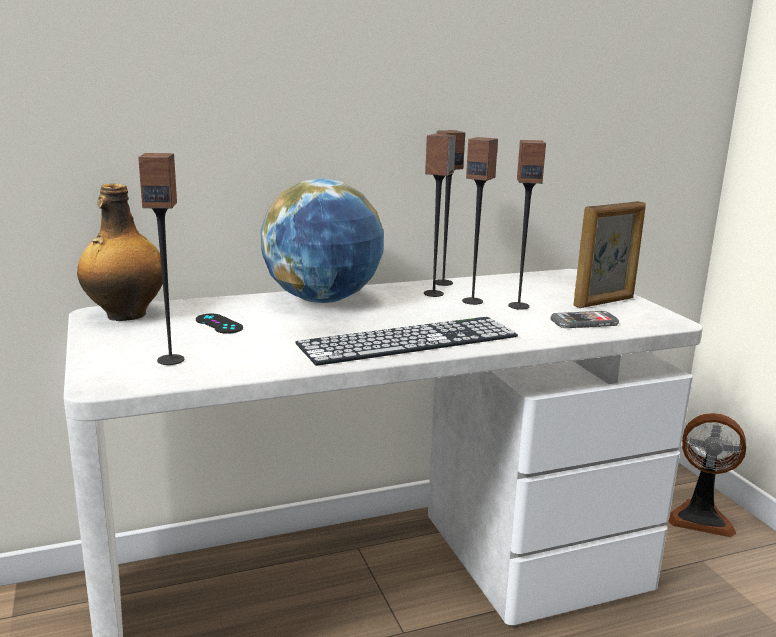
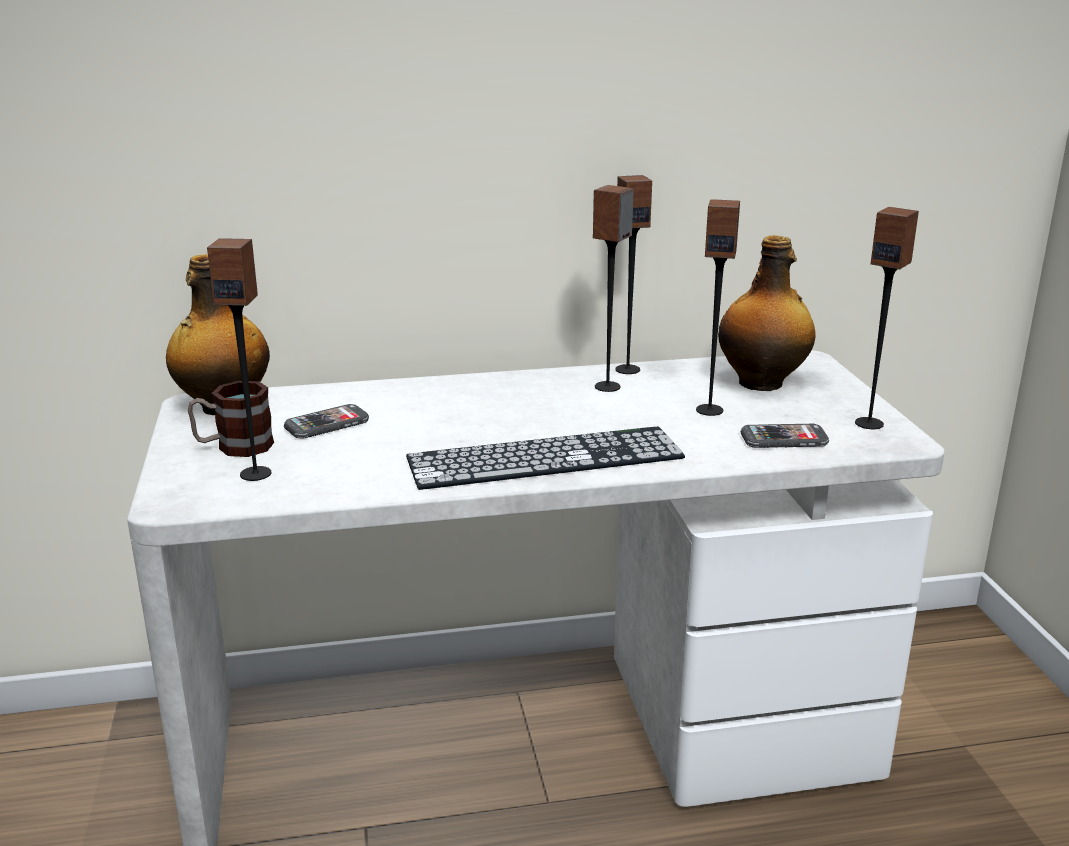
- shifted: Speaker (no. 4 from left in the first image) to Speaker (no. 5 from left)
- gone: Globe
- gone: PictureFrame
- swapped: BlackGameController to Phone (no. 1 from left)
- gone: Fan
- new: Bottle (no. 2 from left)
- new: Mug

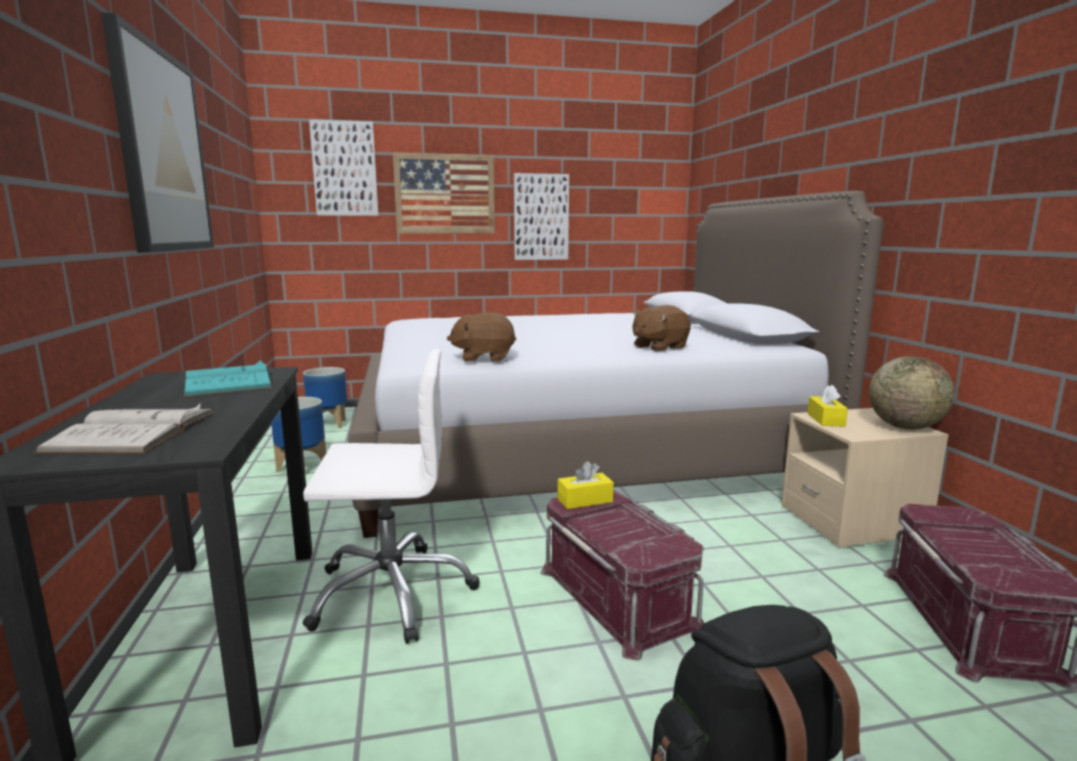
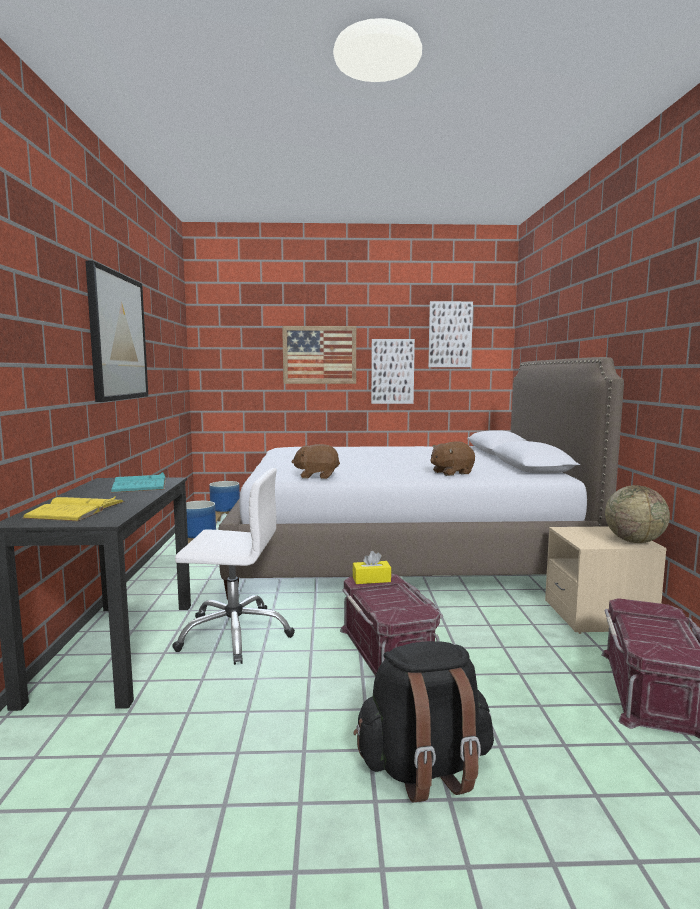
- shifted: Picture (no. 2 from left in the first image) to Picture (no. 4 from left)
- gone: YellowTissueBox (no. 2 from left)
- repainted: WhiteBook to YellowBook

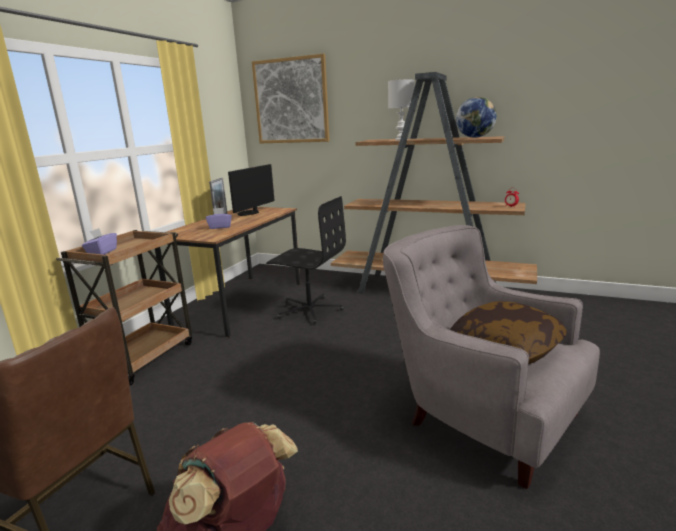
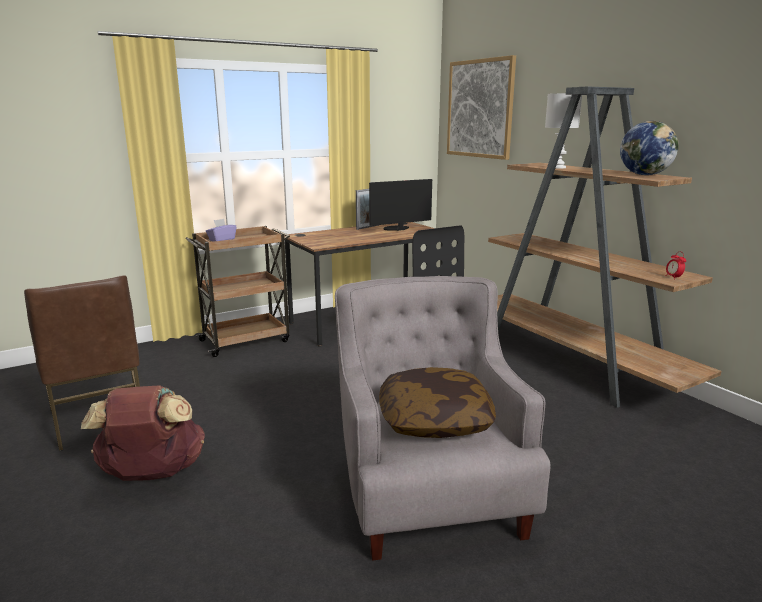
- gone: PurpleTissueBox (no. 2 from left)

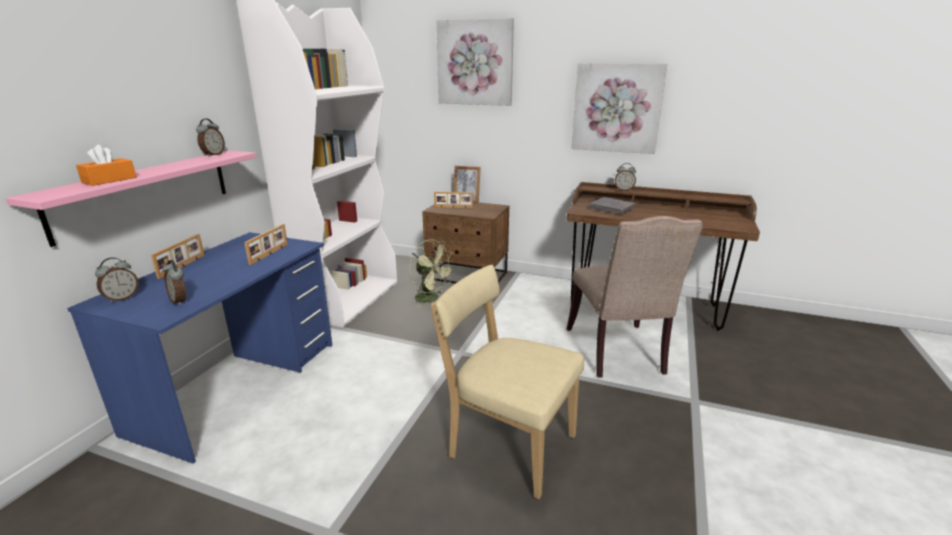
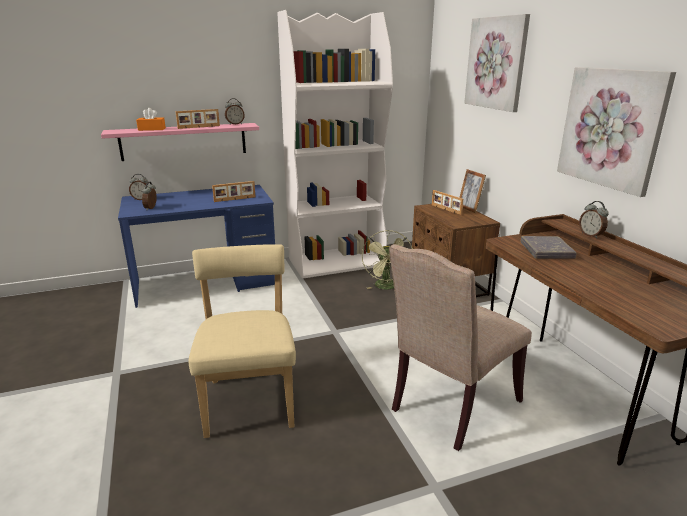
- shifted: PictureFrame (no. 1 from left)

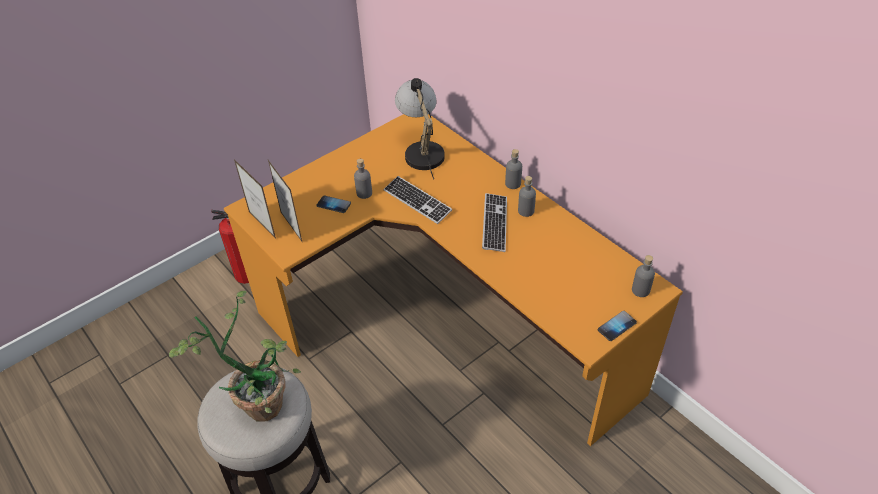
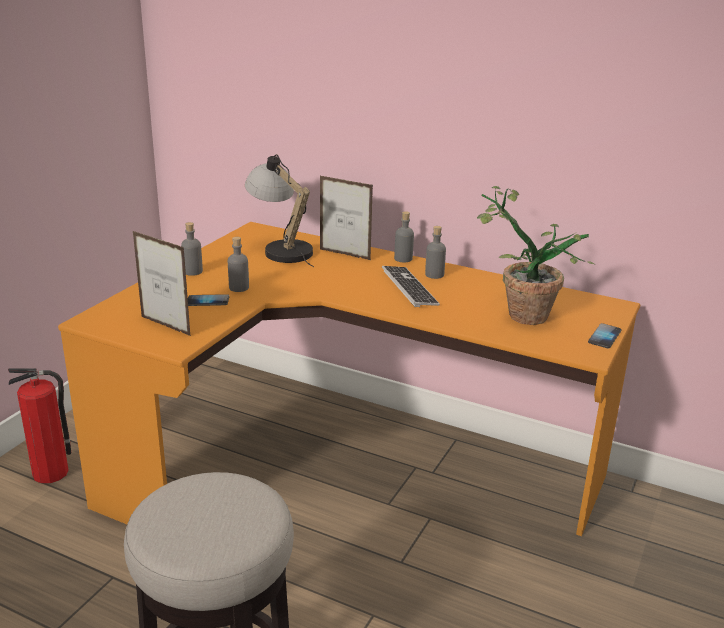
- shifted: PictureFrame (no. 1 from left in the first image) to PictureFrame (no. 2 from left)
- gone: Keyboard (no. 1 from left)
- shifted: GreyBottle (no. 4 from left in the first image) to GreyBottle (no. 1 from left)
- shifted: PottedPlant

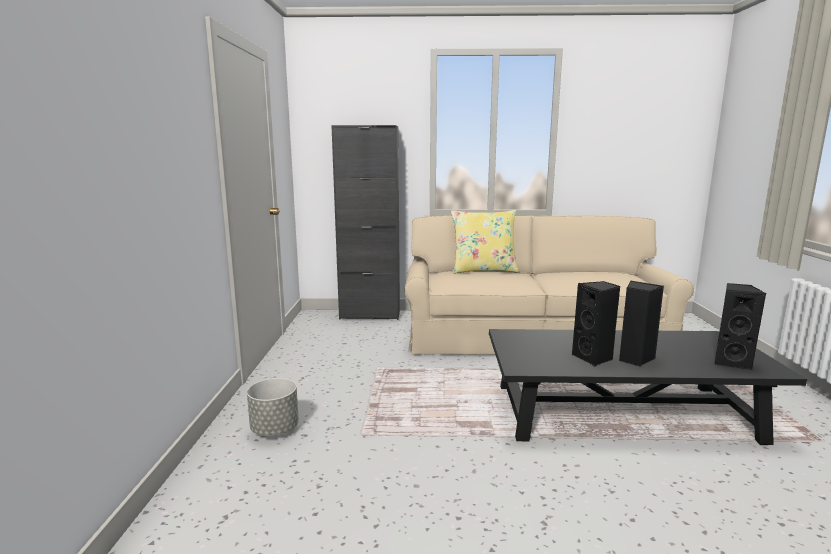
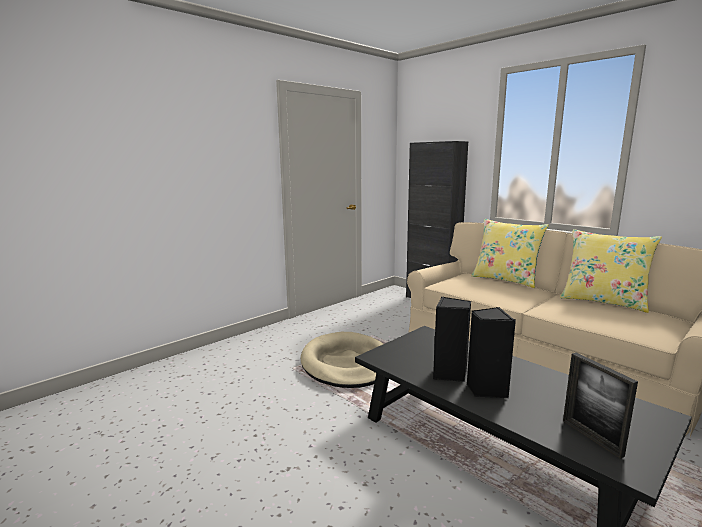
- swapped: BlackSpeaker (no. 3 from left) to PictureFrame
- gone: GreyPlanter
- new: YellowPillow (no. 2 from left)
- new: BeigeDogBed

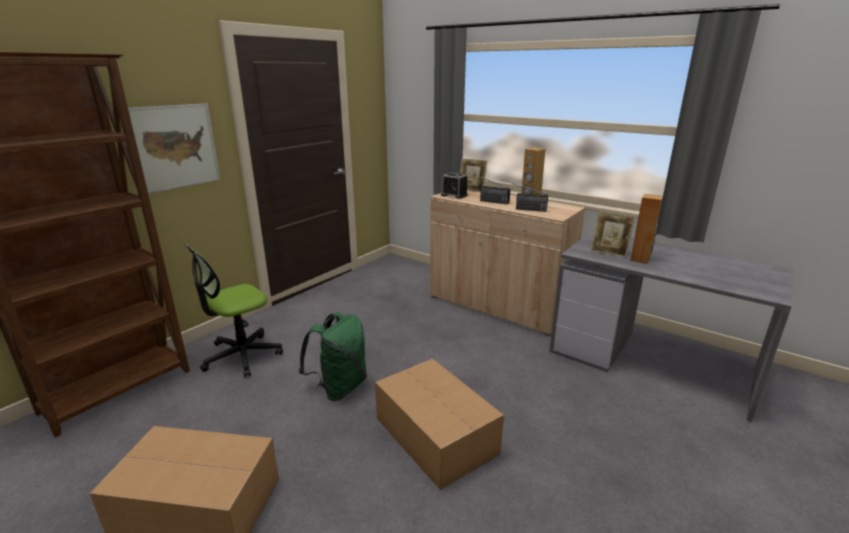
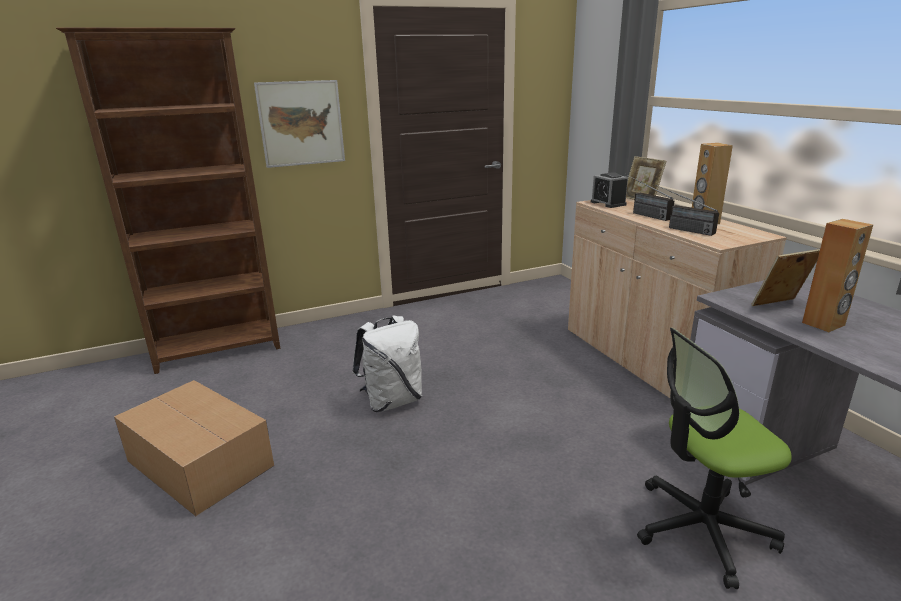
- rotated: PictureFrame (no. 2 from left) 105 degrees clockwise
- shifted: OfficeChair
- repainted: GreenBackpack to WhiteBackpack
- gone: CardboardBox (no. 2 from left)

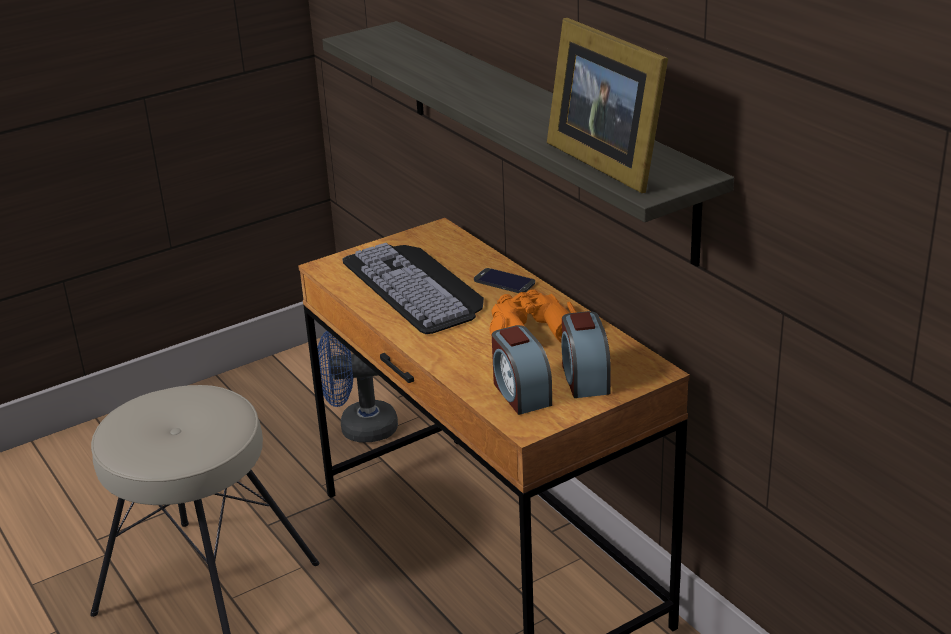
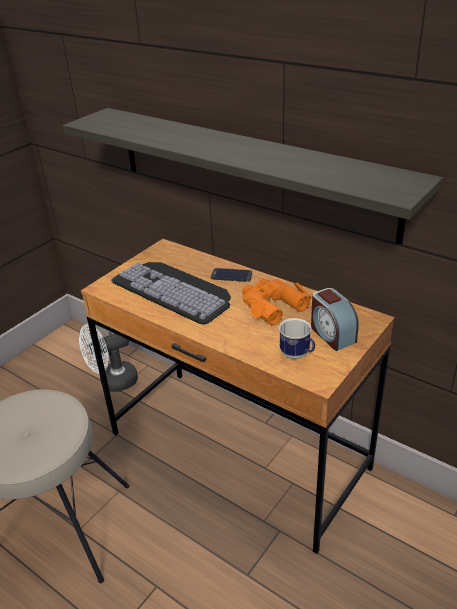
- gone: PictureFrame
- swapped: AlarmClock (no. 1 from left) to Mug
- repainted: BlueFan to WhiteFan

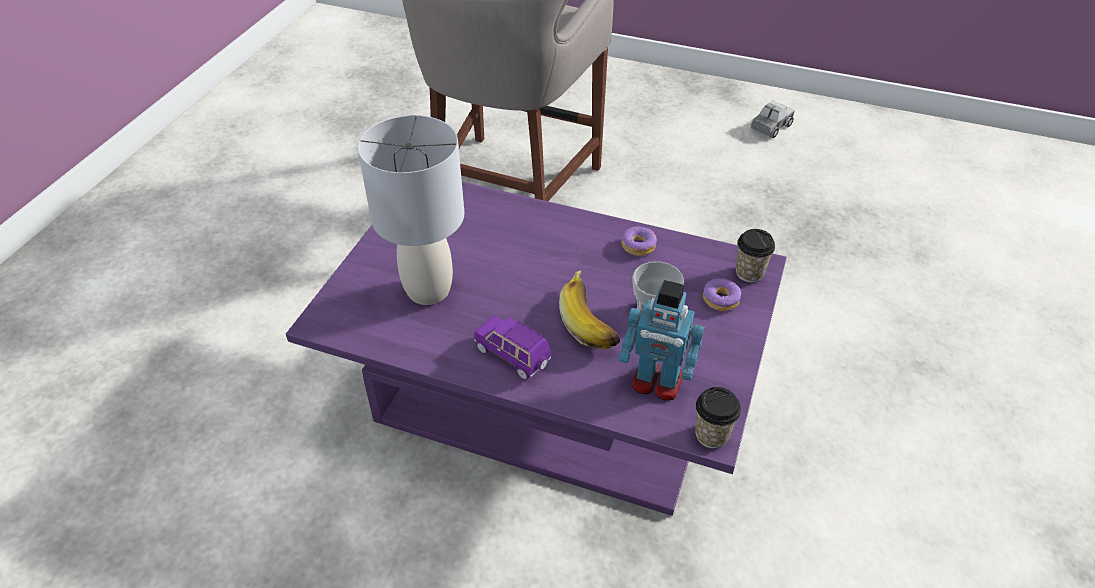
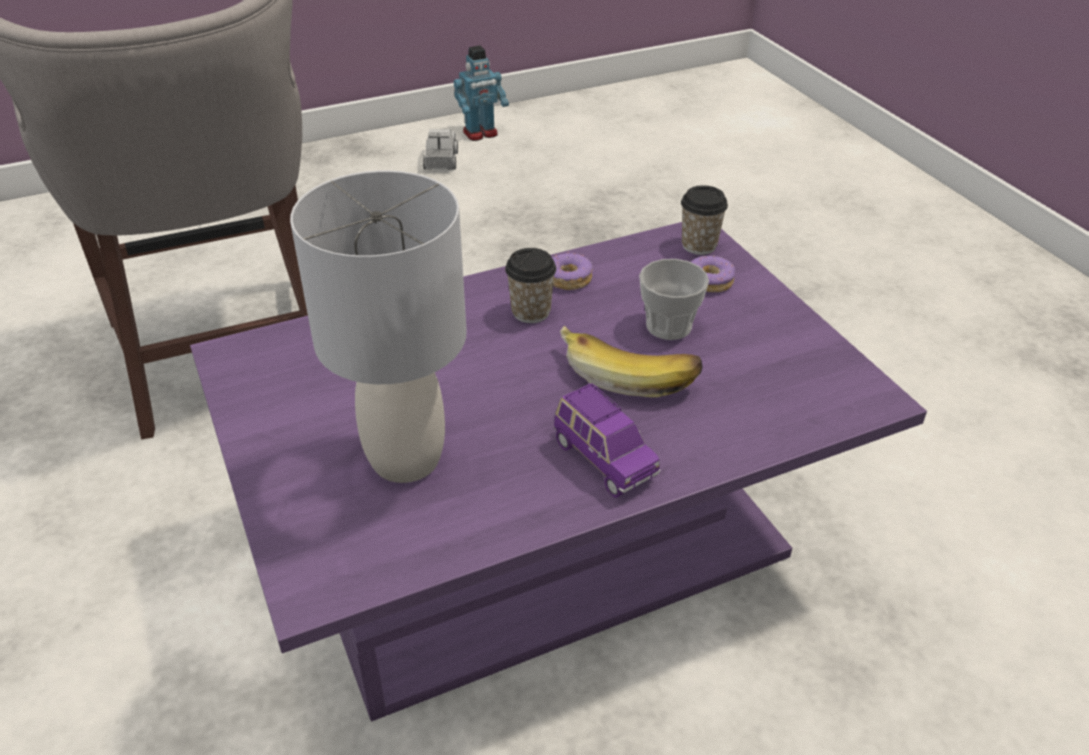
- shifted: ToyRobot
- rotated: PurpleToyCar 120 degrees counterclockwise
- shifted: Cup (no. 2 from left in the first image) to Cup (no. 1 from left)

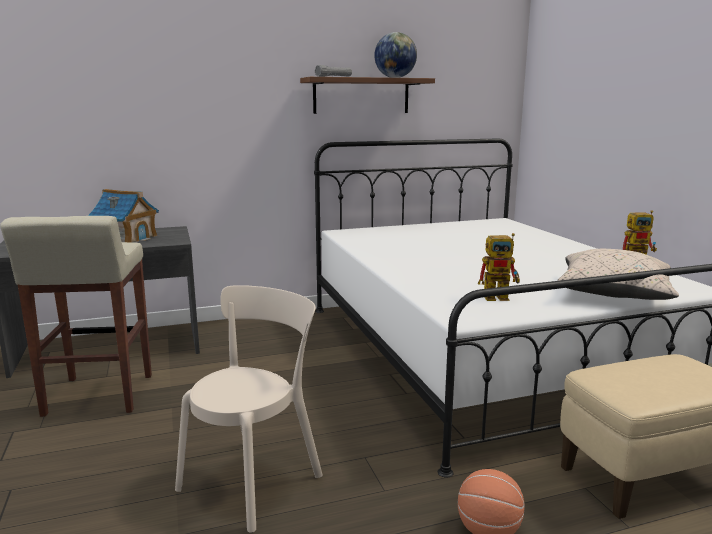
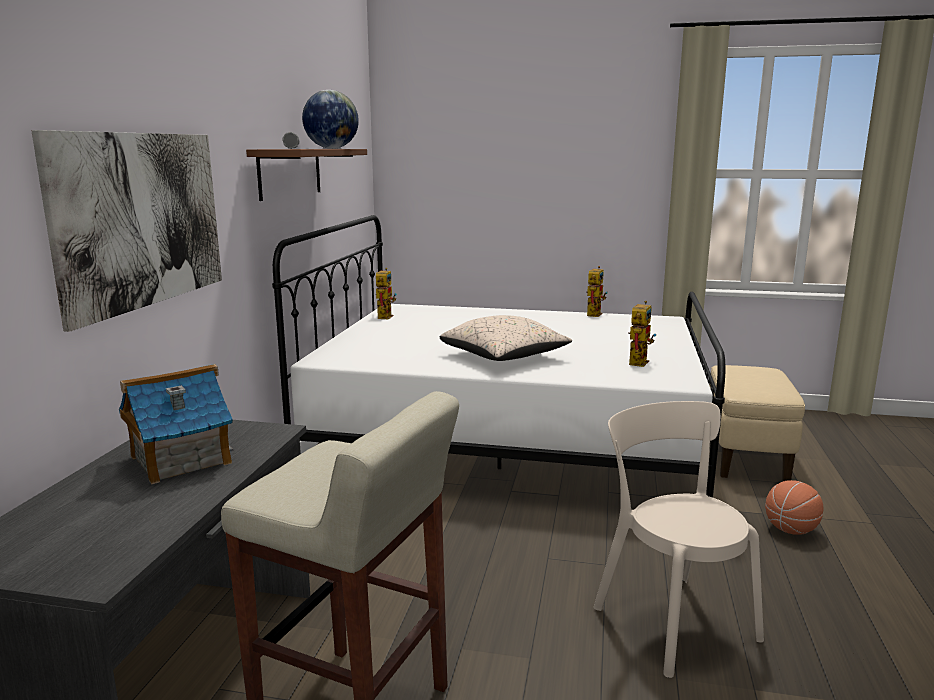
- shifted: BeigePillow
- new: Picture
- new: ToyRobot (no. 1 from left)

